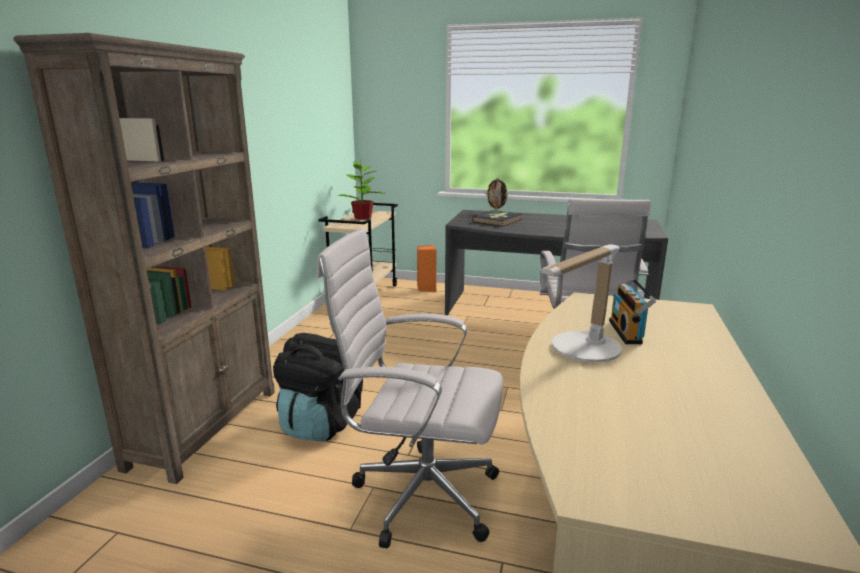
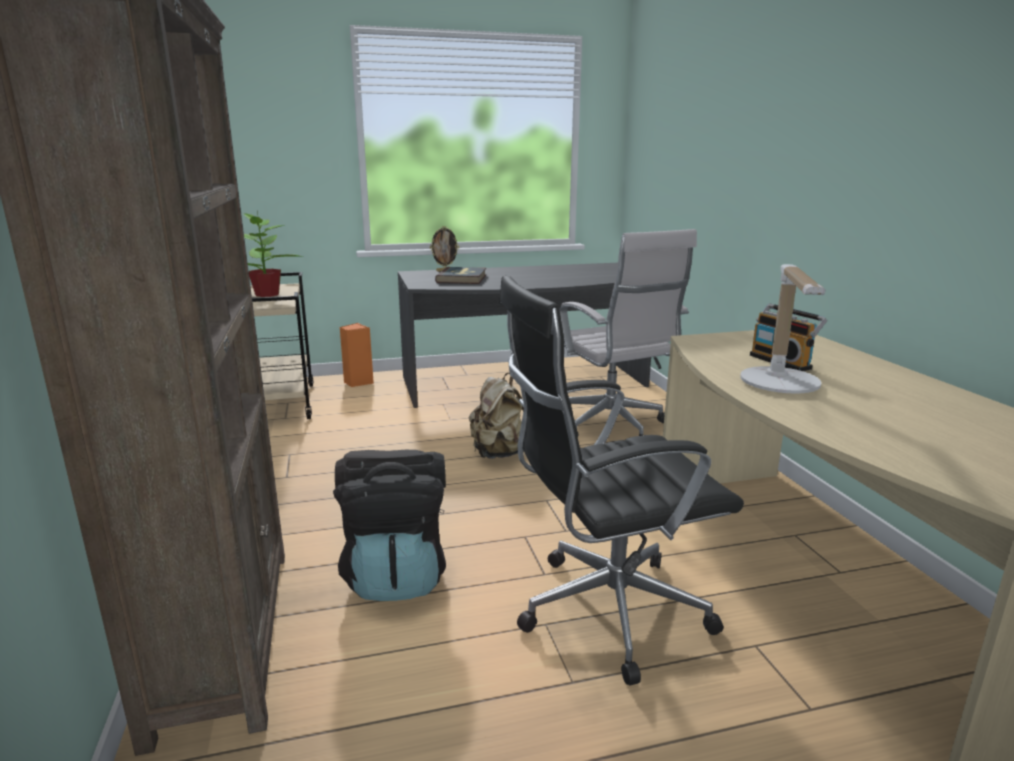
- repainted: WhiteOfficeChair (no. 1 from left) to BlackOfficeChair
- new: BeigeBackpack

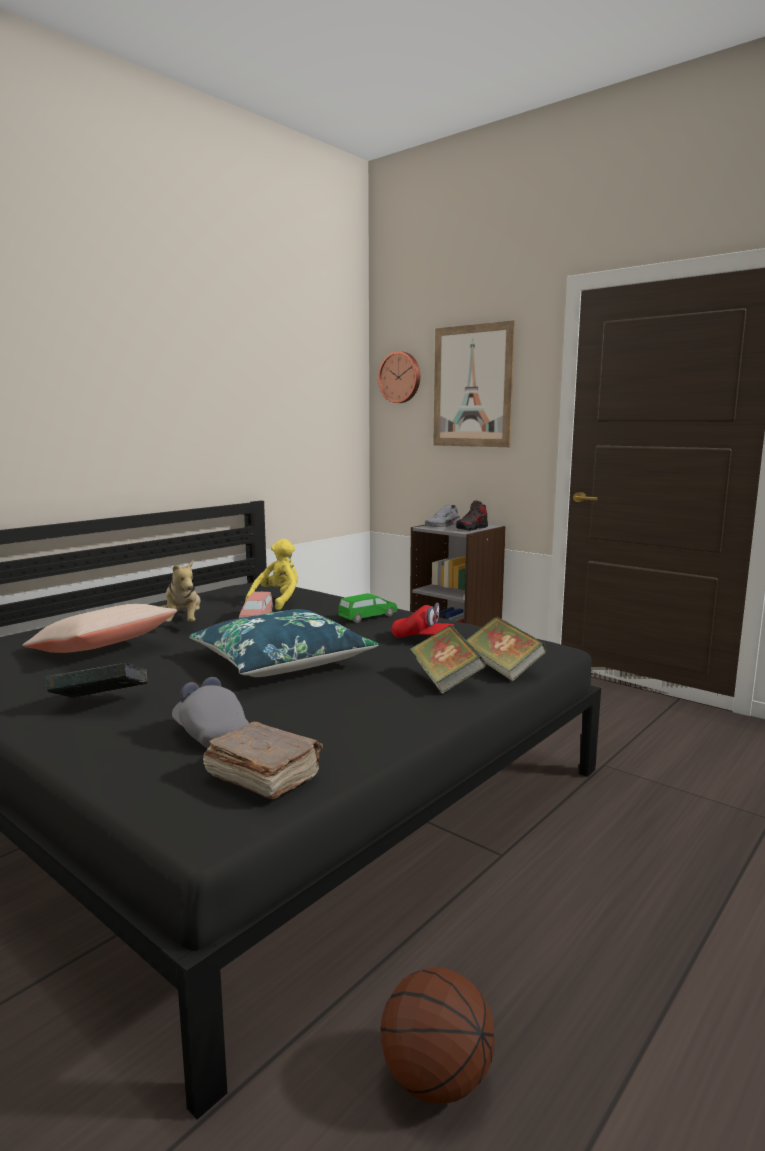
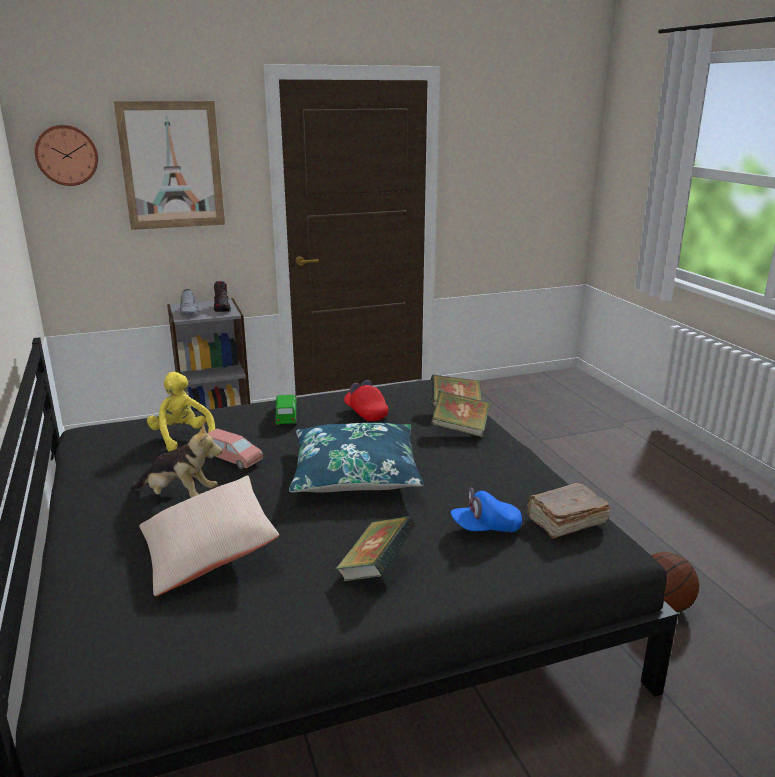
- rotated: RedCap 90 degrees counterclockwise
- repainted: GreyCap to BlueCap

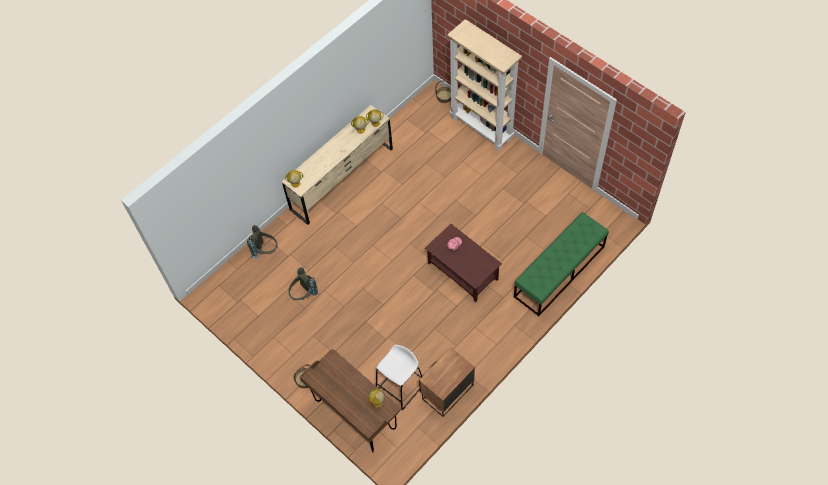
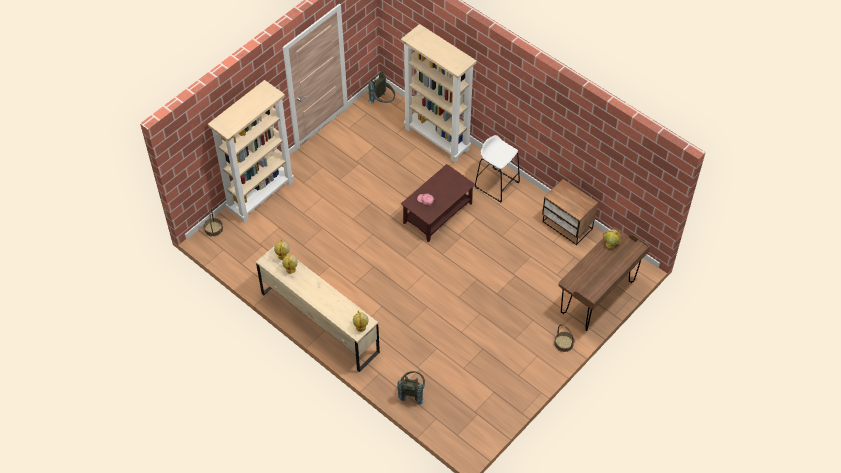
- swapped: GreenBench to BeigeBookcase (no. 2 from left)
- shifted: GreyBackpack (no. 2 from left in the first image) to GreyBackpack (no. 1 from left)
- shifted: WhiteStool

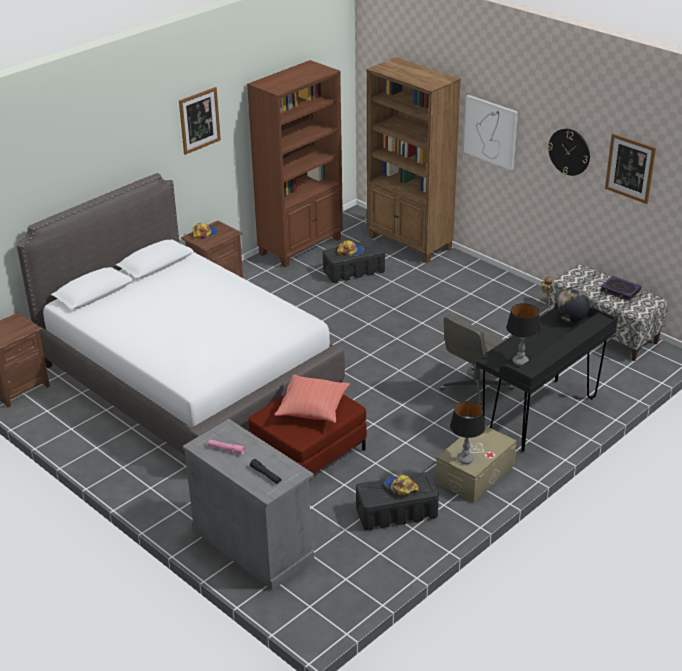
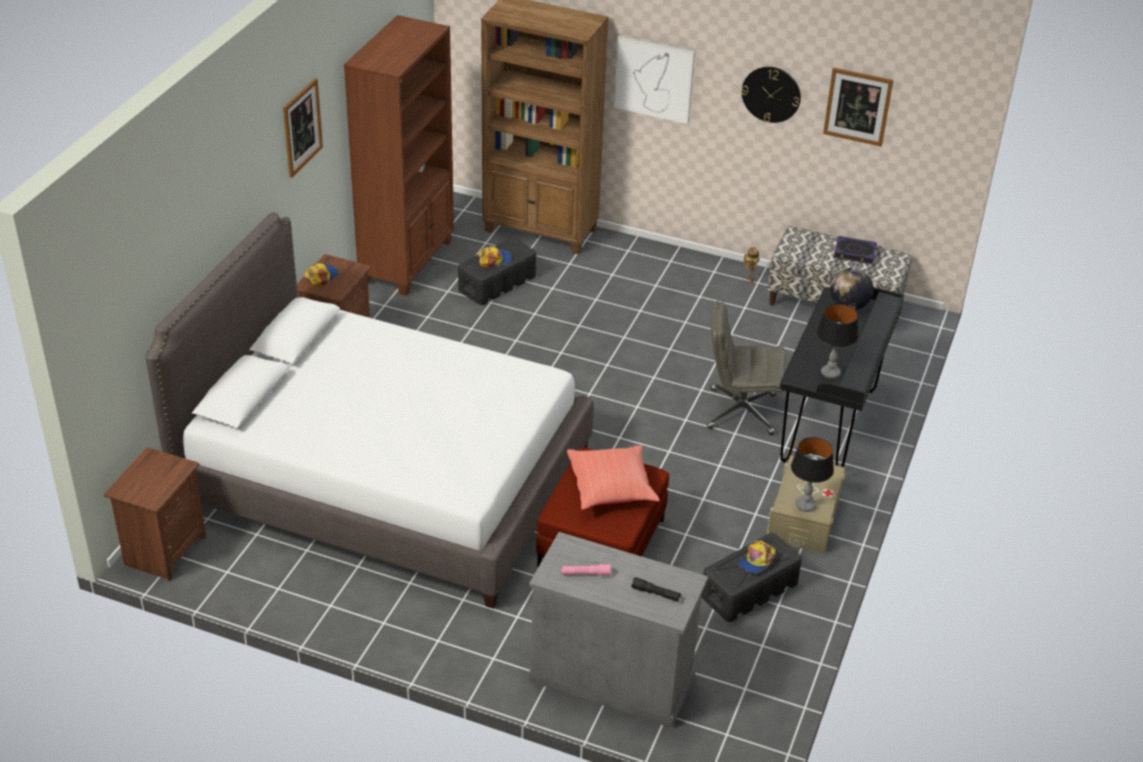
- rotated: GreyOfficeChair 75 degrees clockwise
- rotated: Cap (no. 3 from left) 75 degrees counterclockwise

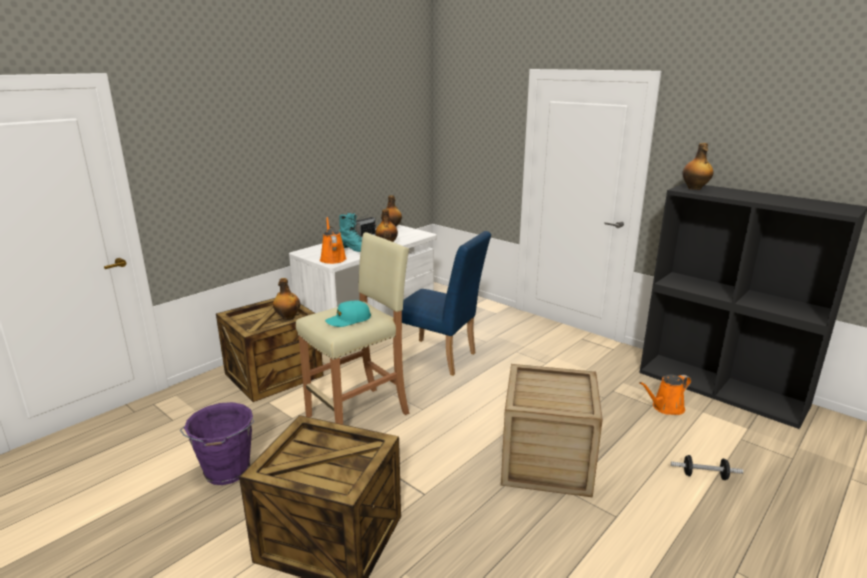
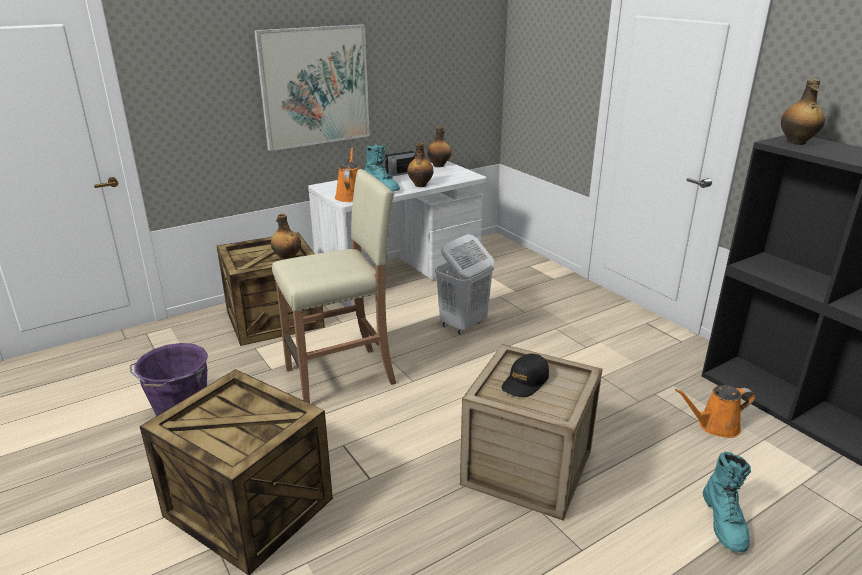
- swapped: BlueChair to WhiteLaundryBasket
- gone: TurquoiseCap
- swapped: Dumbbell to TurquoiseBoot (no. 2 from left)
- new: Picture
- new: BlackCap

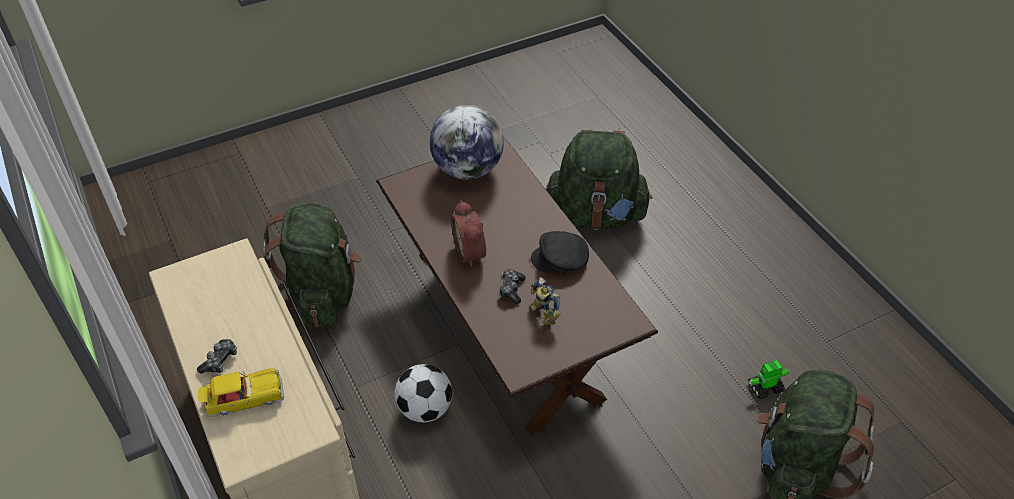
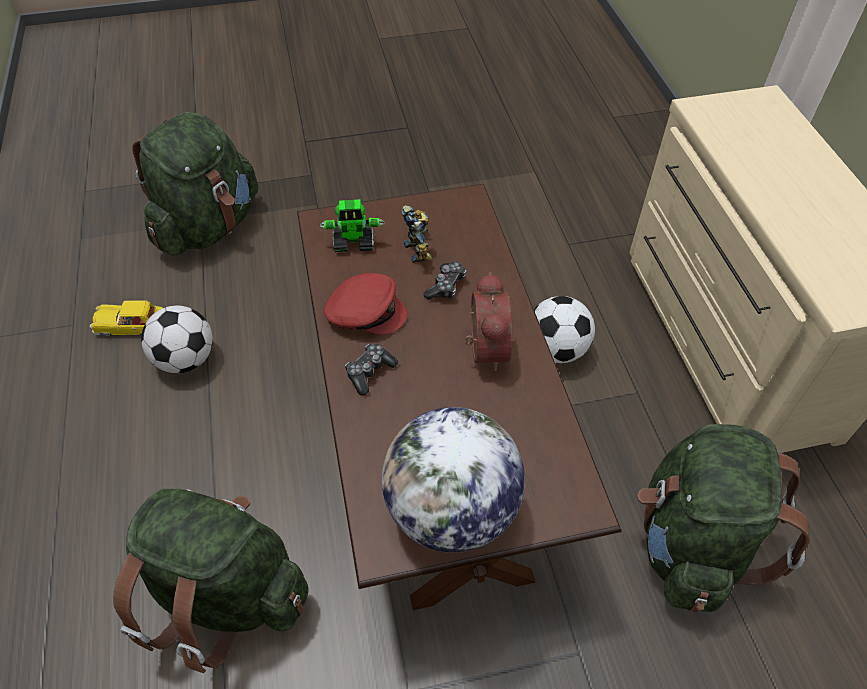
- repainted: BlackCap to RedCap
- shifted: GameController (no. 1 from left)
- shifted: ToyRobot (no. 2 from left in the first image) to ToyRobot (no. 1 from left)
- shifted: ToyCar
- new: Football (no. 1 from left)

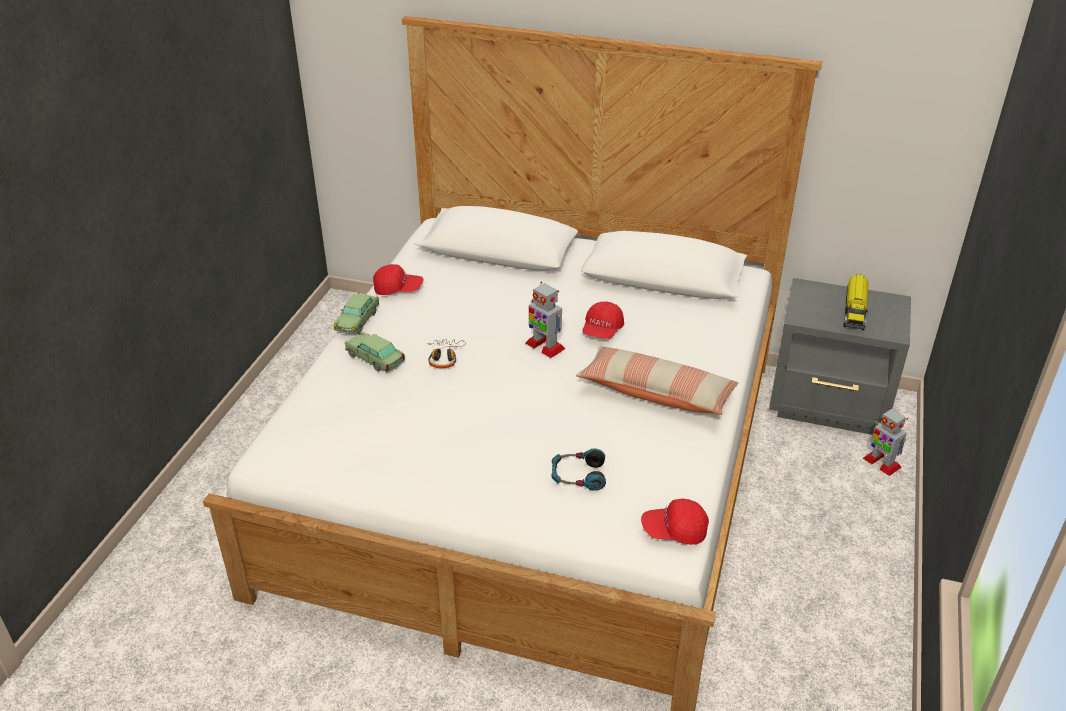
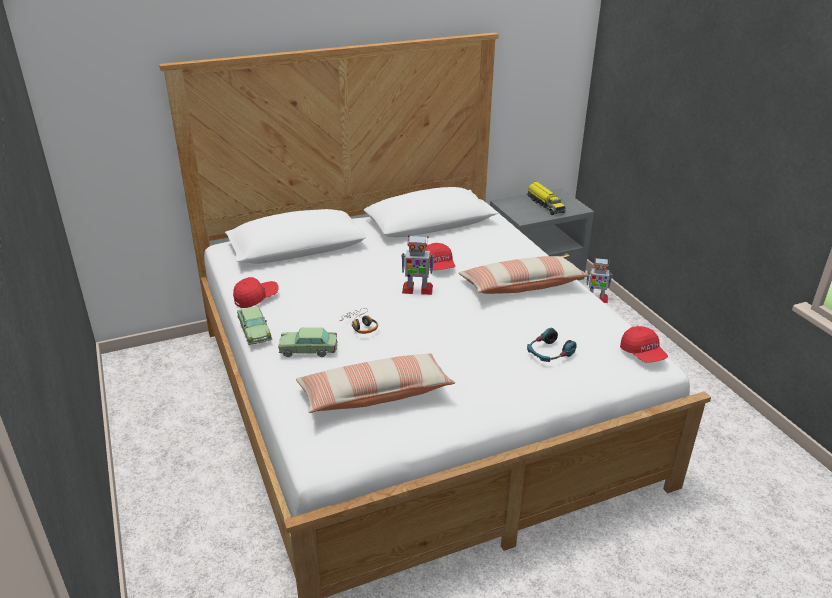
- rotated: RedCap (no. 3 from left) 75 degrees counterclockwise
- new: Pillow (no. 1 from left)

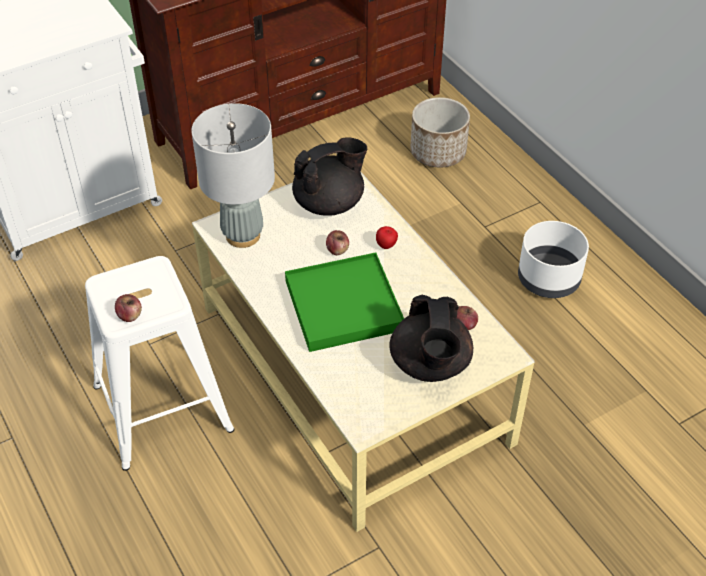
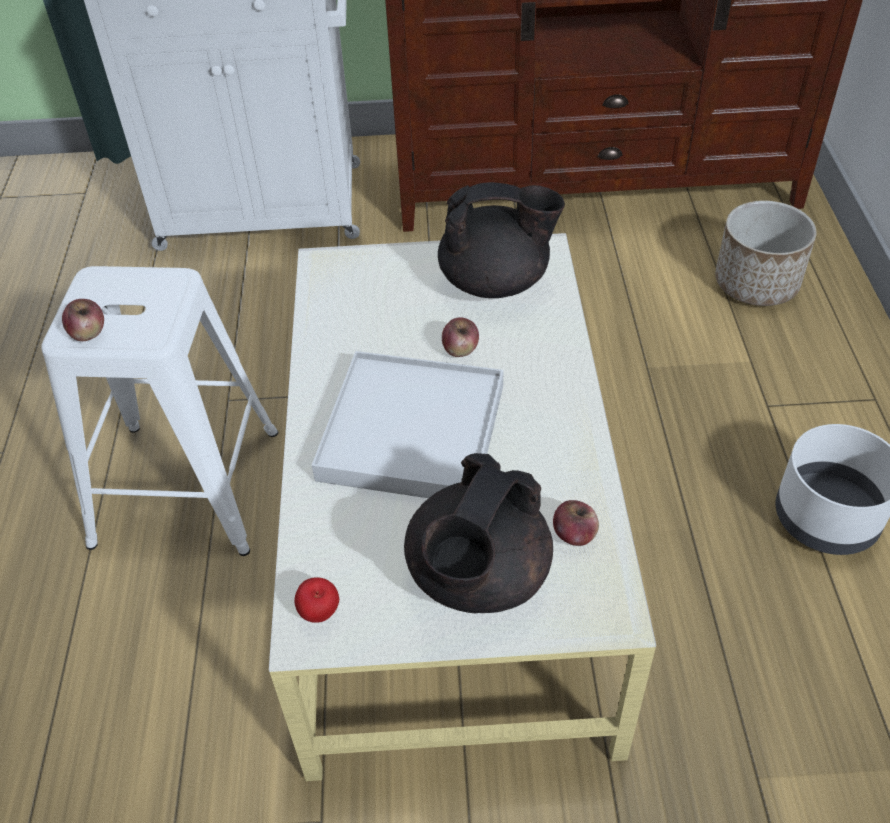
- gone: GreyTableLamp
- shifted: Apple (no. 3 from left in the first image) to Apple (no. 2 from left)
- repainted: GreenTray to WhiteTray

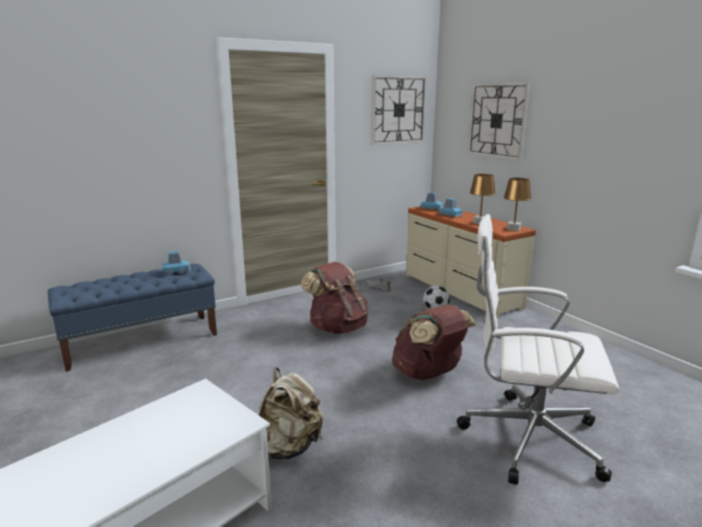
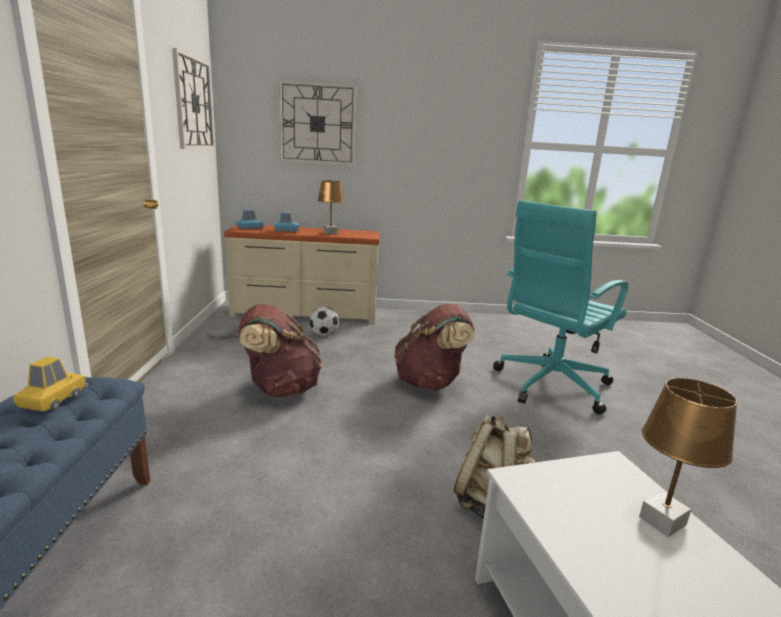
- shifted: BrownTableLamp (no. 2 from left)
- repainted: WhiteOfficeChair to TurquoiseOfficeChair
- repainted: BlueToyCar (no. 1 from left) to YellowToyCar

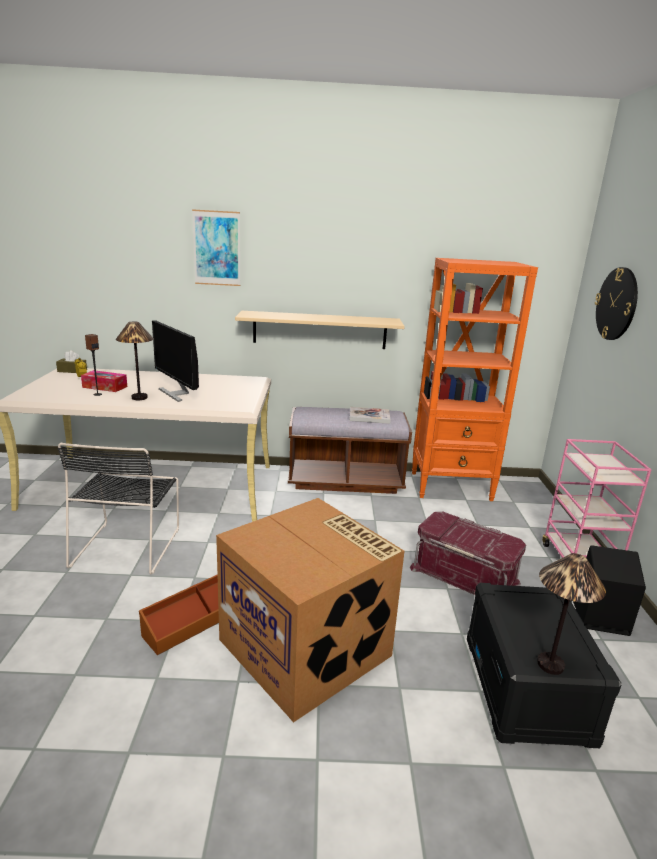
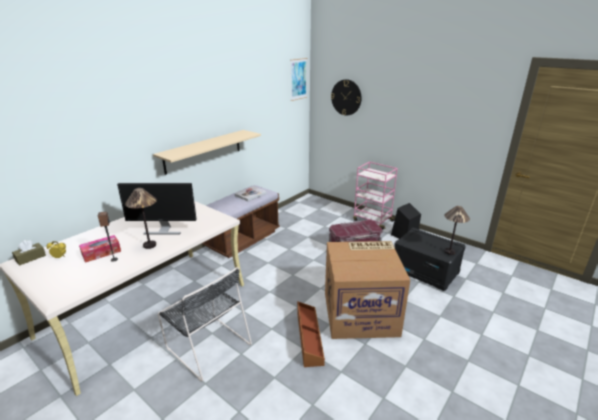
- shifted: Picture
- gone: OrangeBookcase

